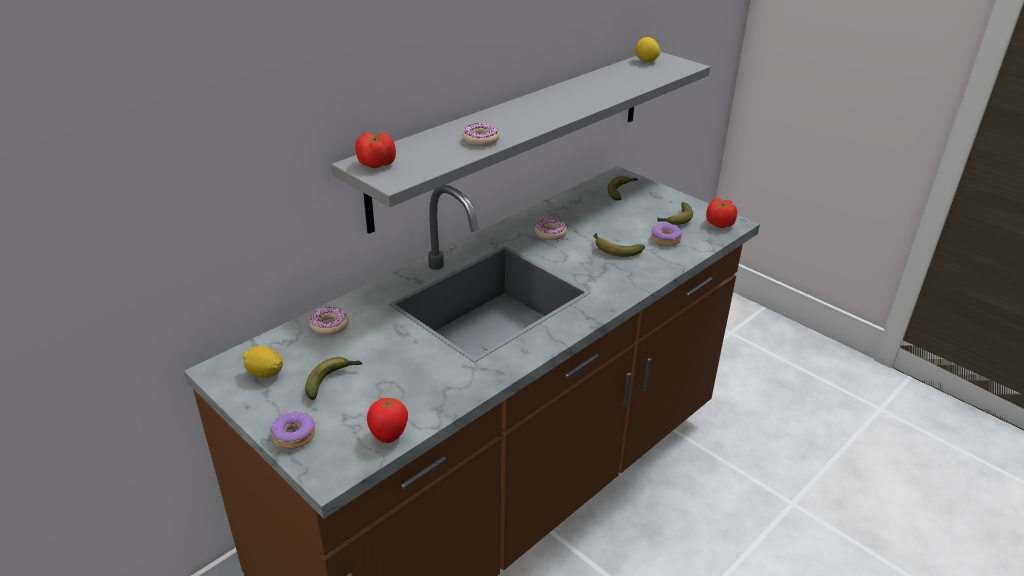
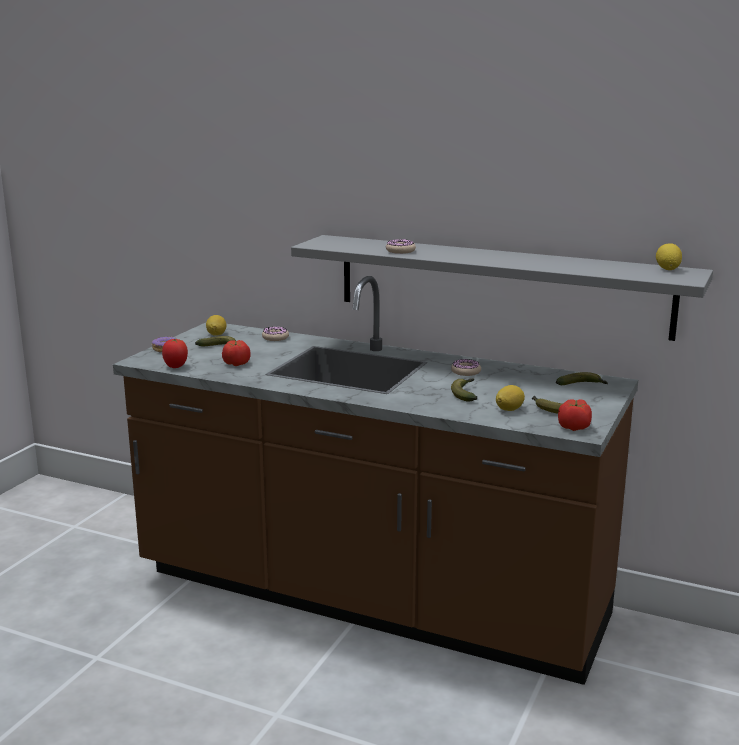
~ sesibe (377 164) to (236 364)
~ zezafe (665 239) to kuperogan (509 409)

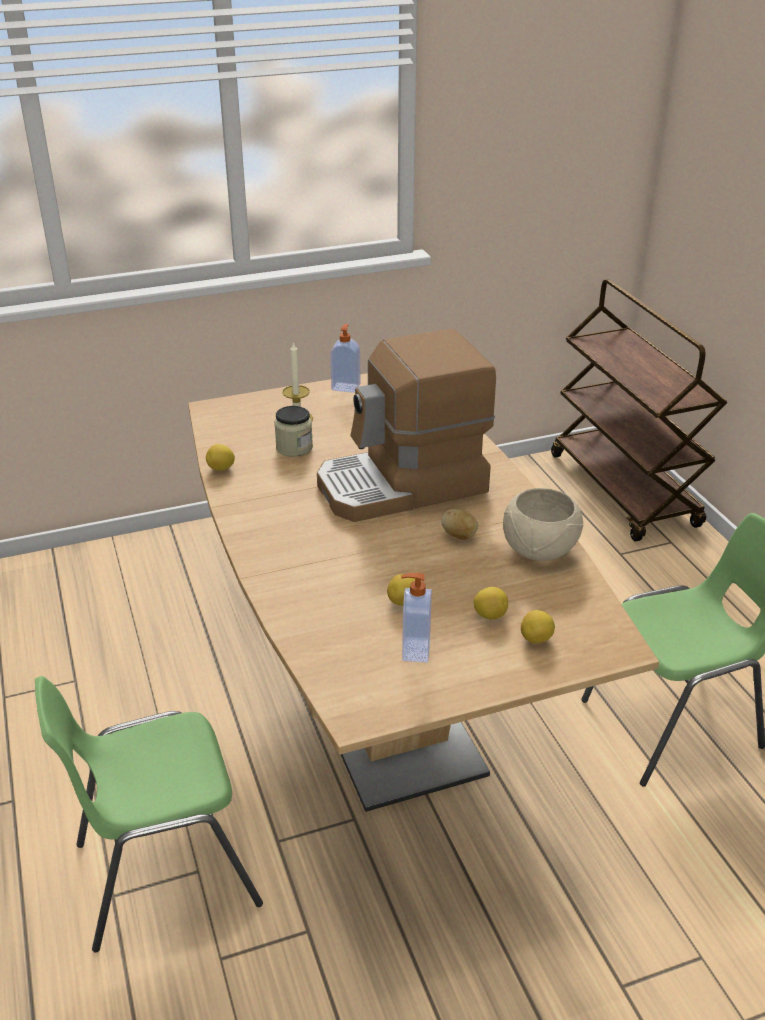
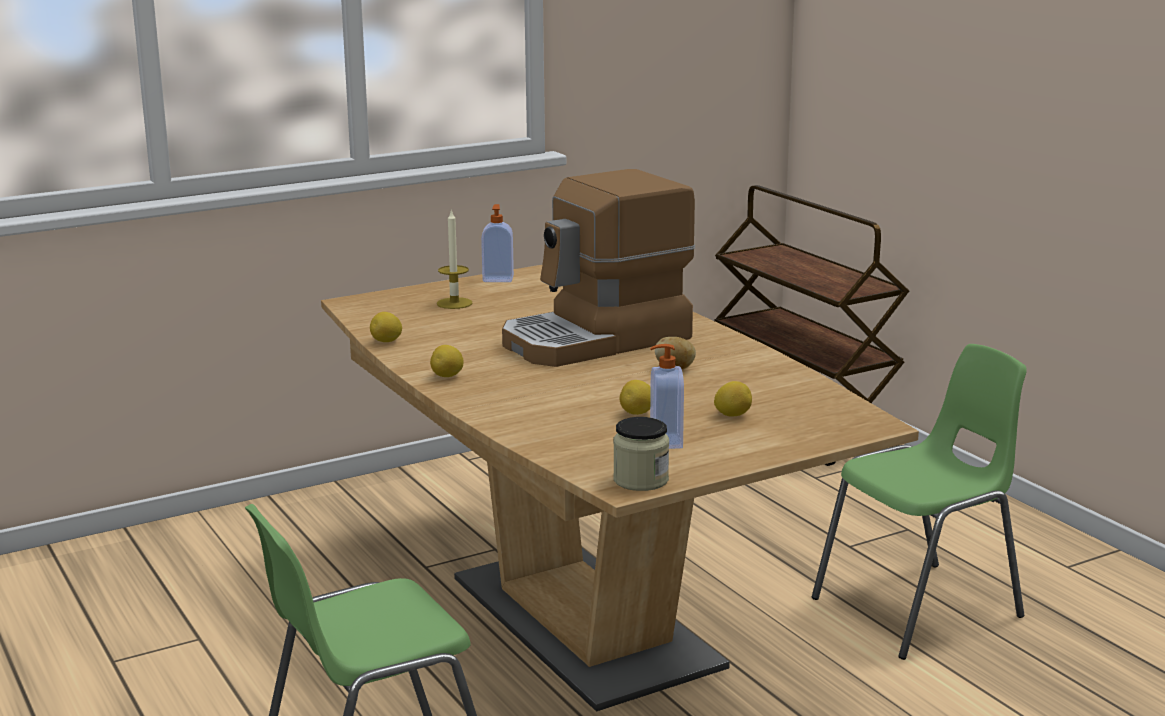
~ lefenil (294 447) to (640 480)
- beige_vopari (538 550)
~ kuperogan (536 639) to (447 376)

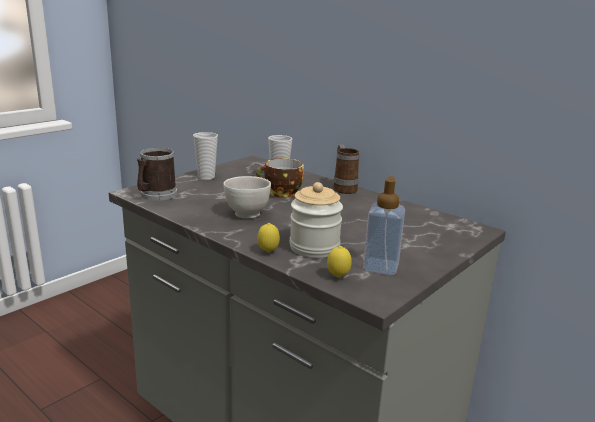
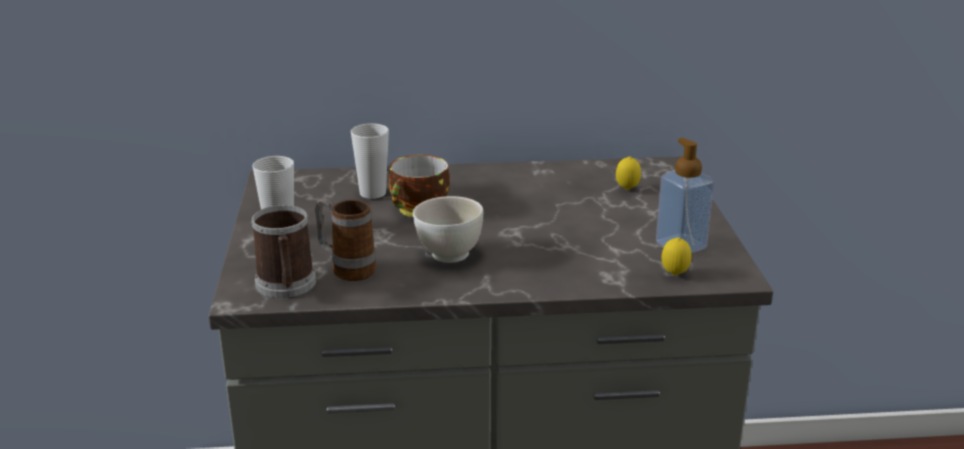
~ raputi (343 188) to (347 269)
- lefenil (314 247)
~ kuperogan (268 252) to (627 190)

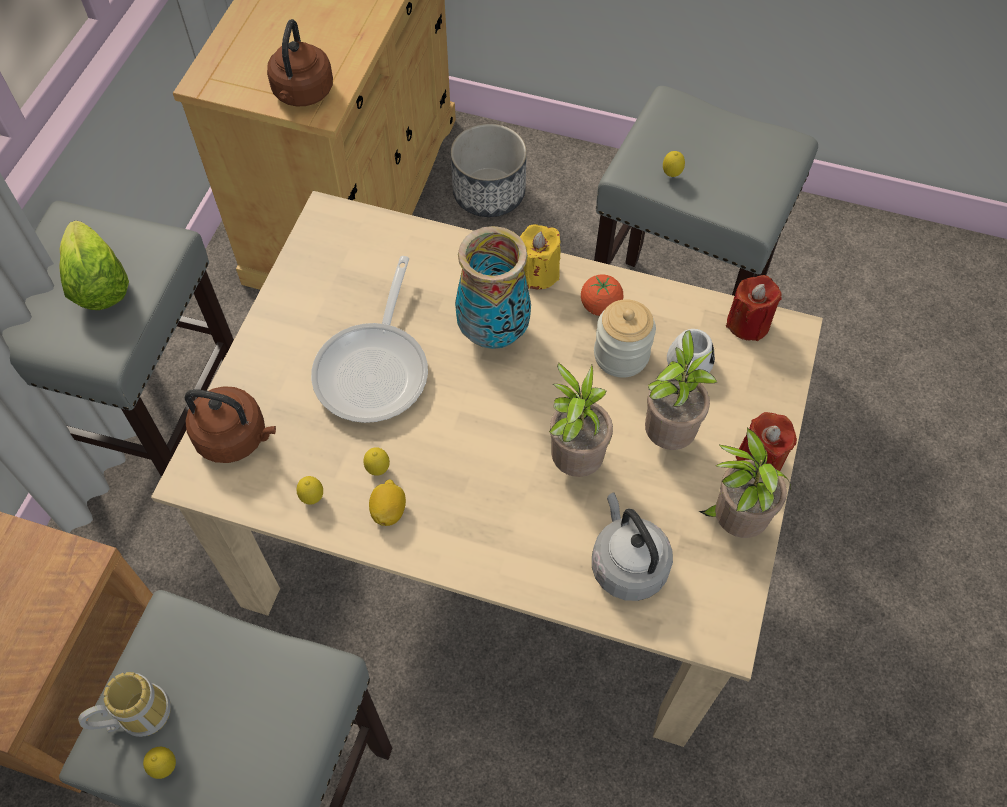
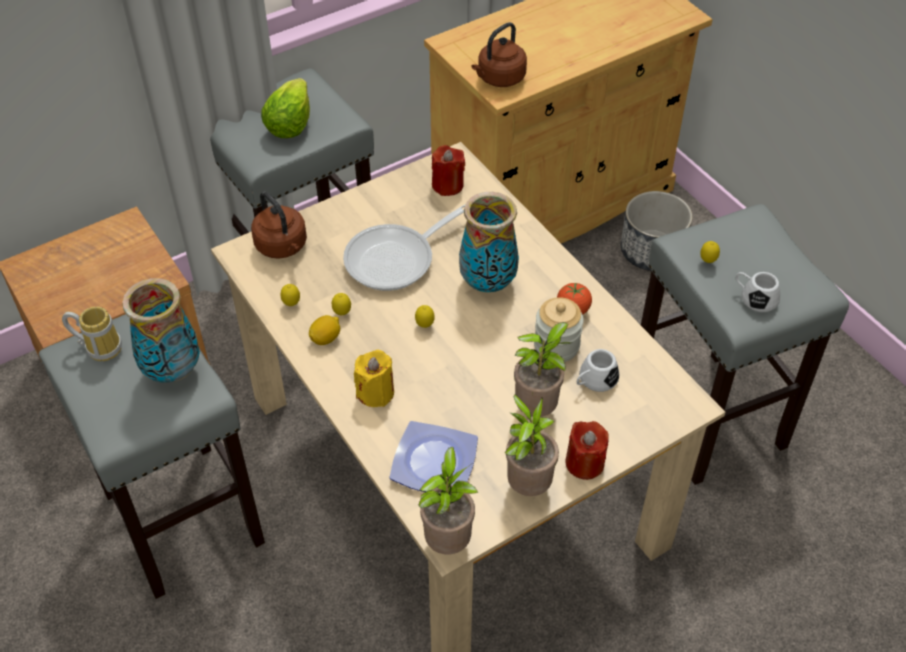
~ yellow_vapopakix (538 273) to (375 392)
~ red_vapopakix (748 323) to (447 185)
~ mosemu (574 460) to (448 541)
~ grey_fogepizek (626 564) to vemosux (433 461)
~ kuperogan (165 767) to (425 325)
+ white_raputi (754 297)
+ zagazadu (173 371)

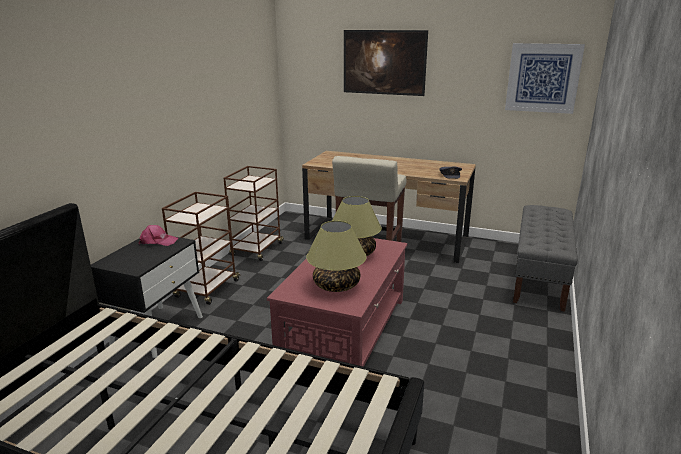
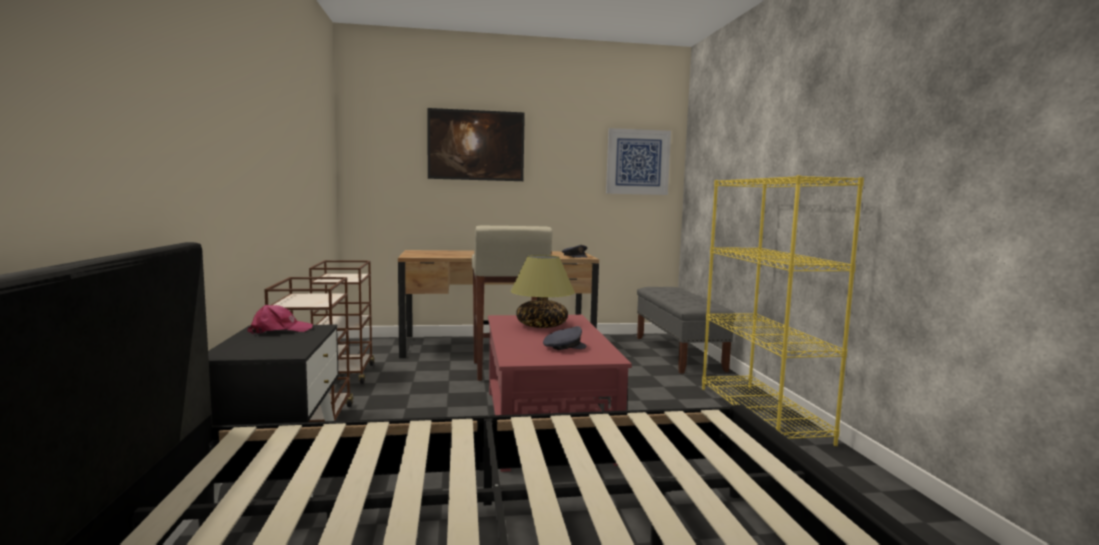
~ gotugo (336 285) to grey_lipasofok (563 347)
+ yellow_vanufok (762 414)

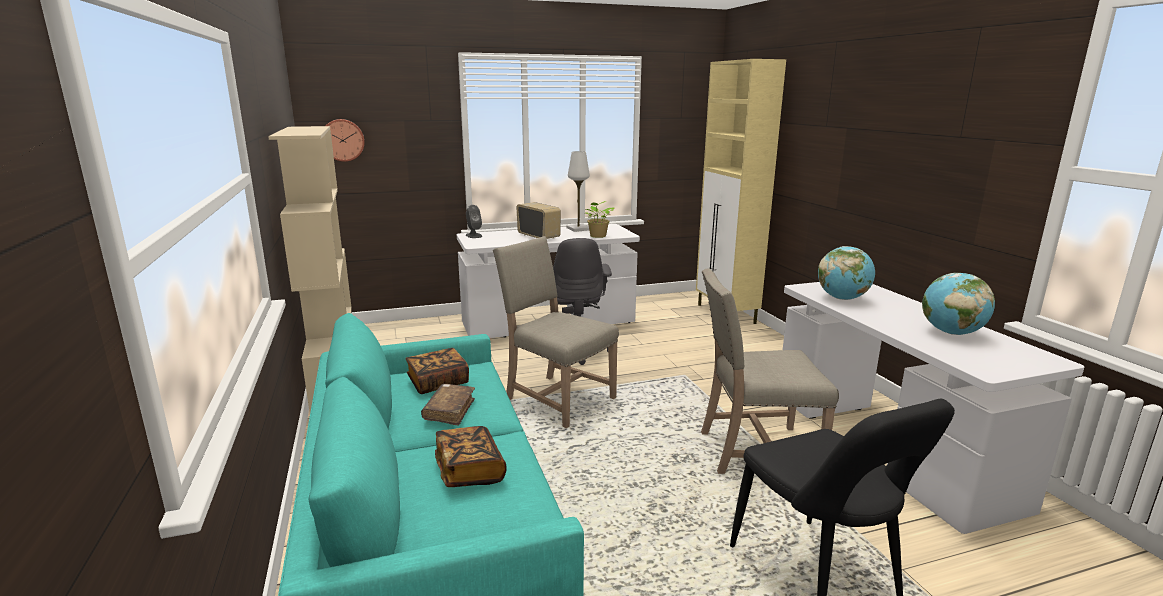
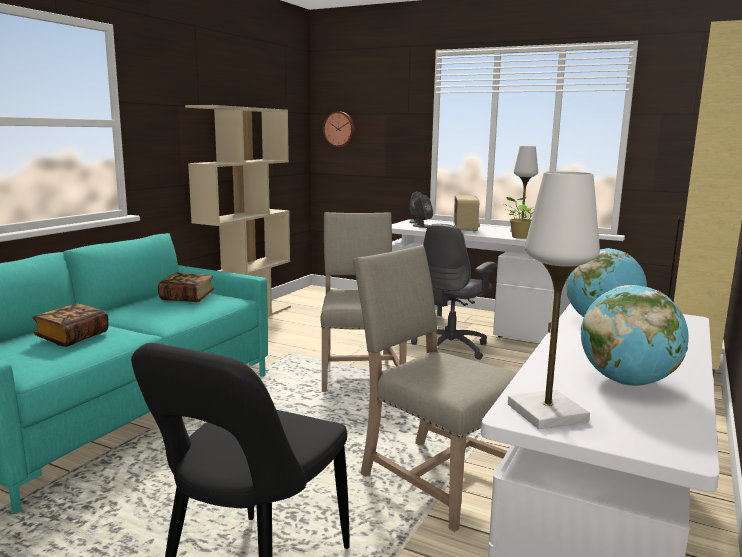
- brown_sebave (449 411)
+ white_gotugo (546 412)
+ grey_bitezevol (422 226)

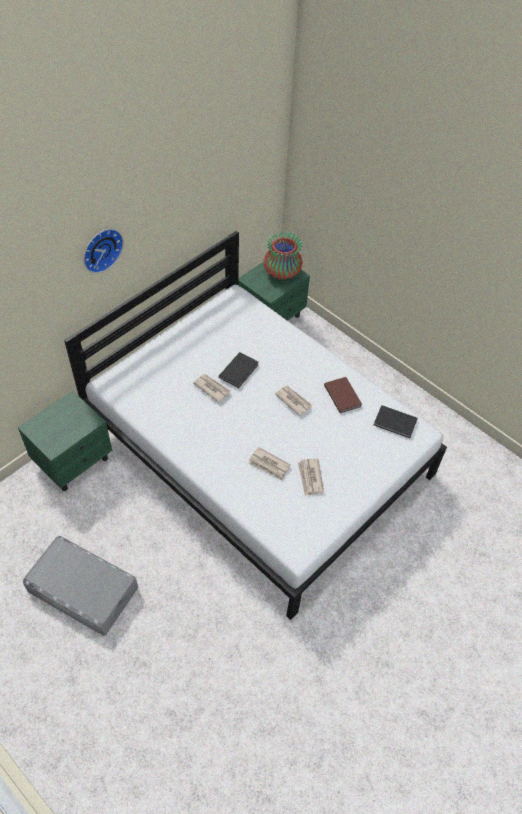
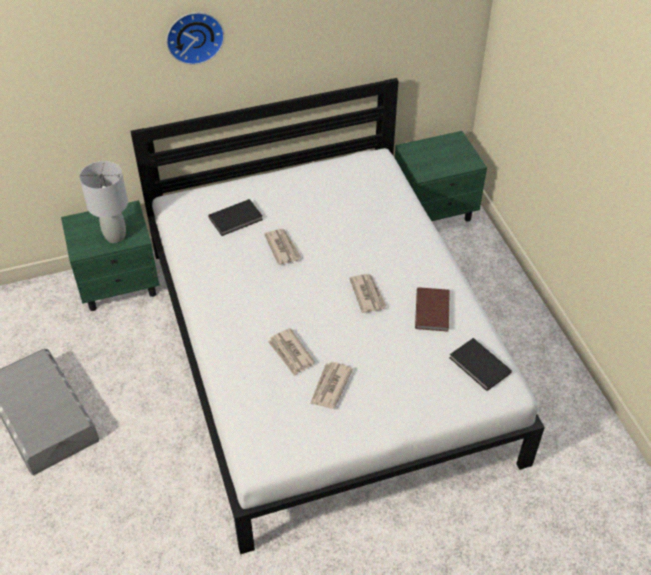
- zagazadu (282 272)
~ black_sebave (240 371) to (237 219)
+ grey_gotugo (115 236)

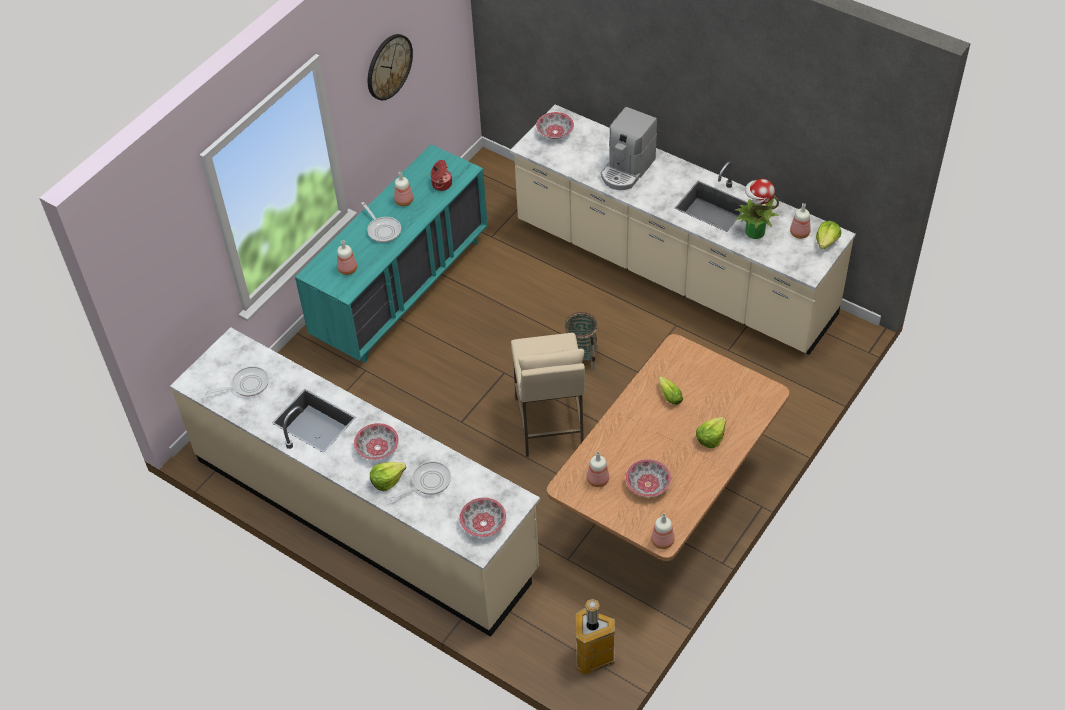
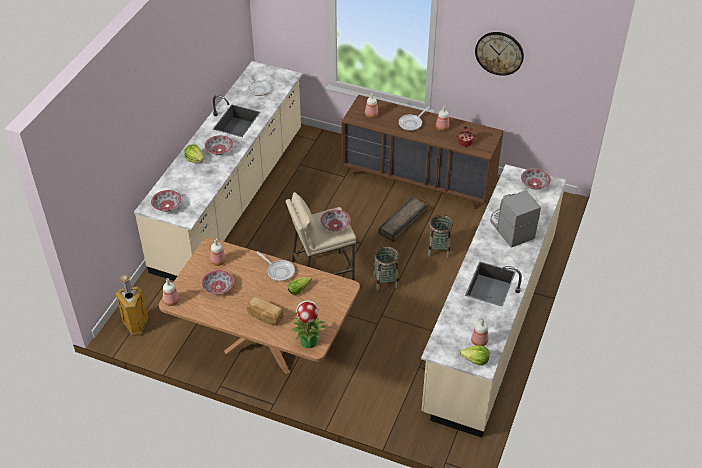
~ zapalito (627 169) = (510 229) 45 degrees clockwise
~ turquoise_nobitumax (402 289) to brown_nobitumax (419 179)
~ mosemu (754 232) to (308 341)
~ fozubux (710 438) to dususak (265 316)
~ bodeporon (428 482) to (279 271)
+ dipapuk (402 221)
+ vopari (335 225)
+ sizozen (439 249)

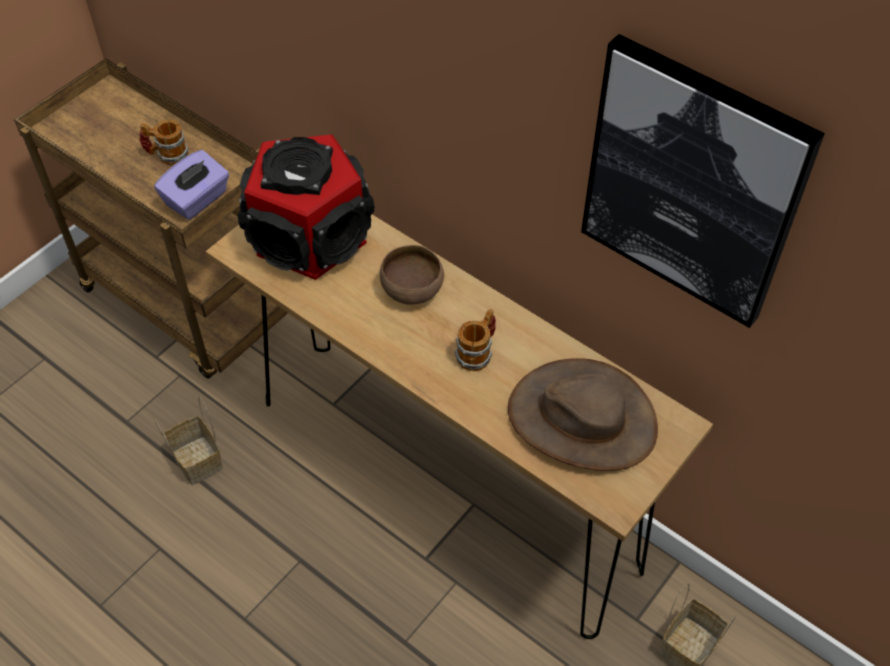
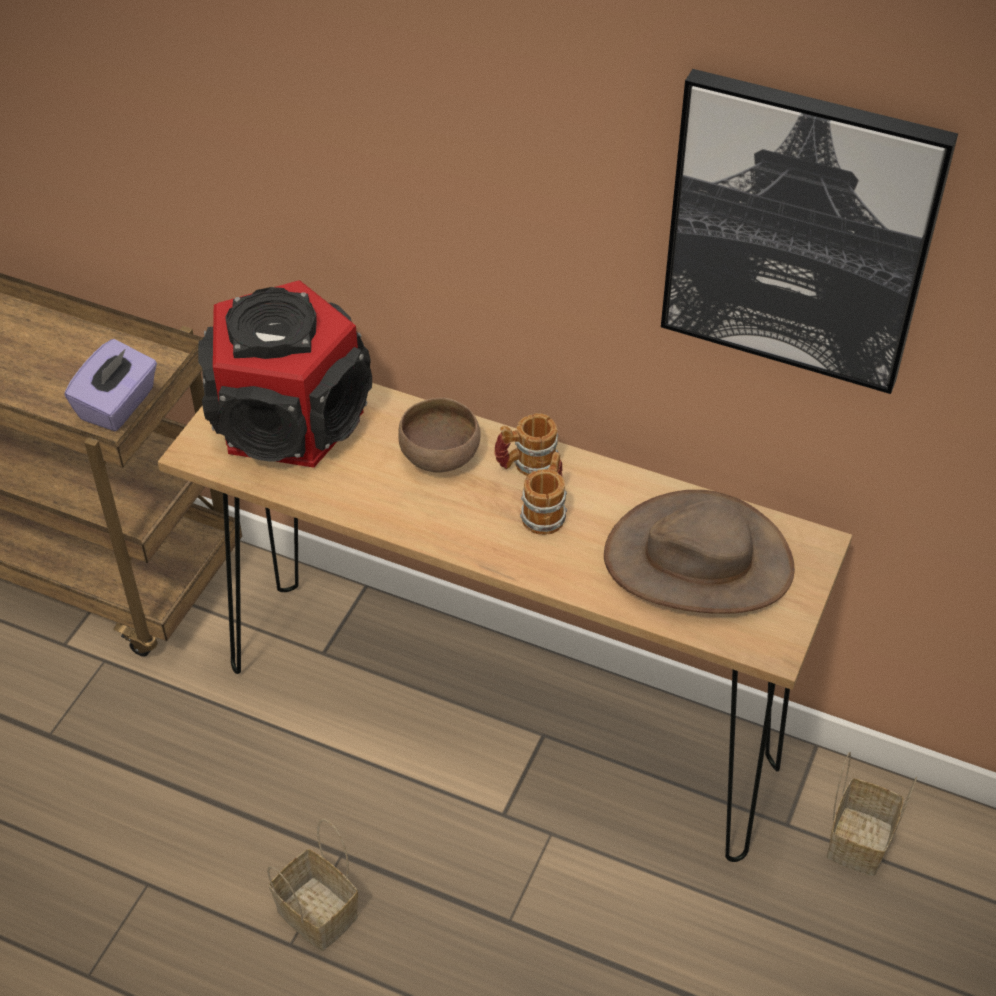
~ raputi (167 155) to (526 465)
~ sizozen (196 459) to (314 913)

